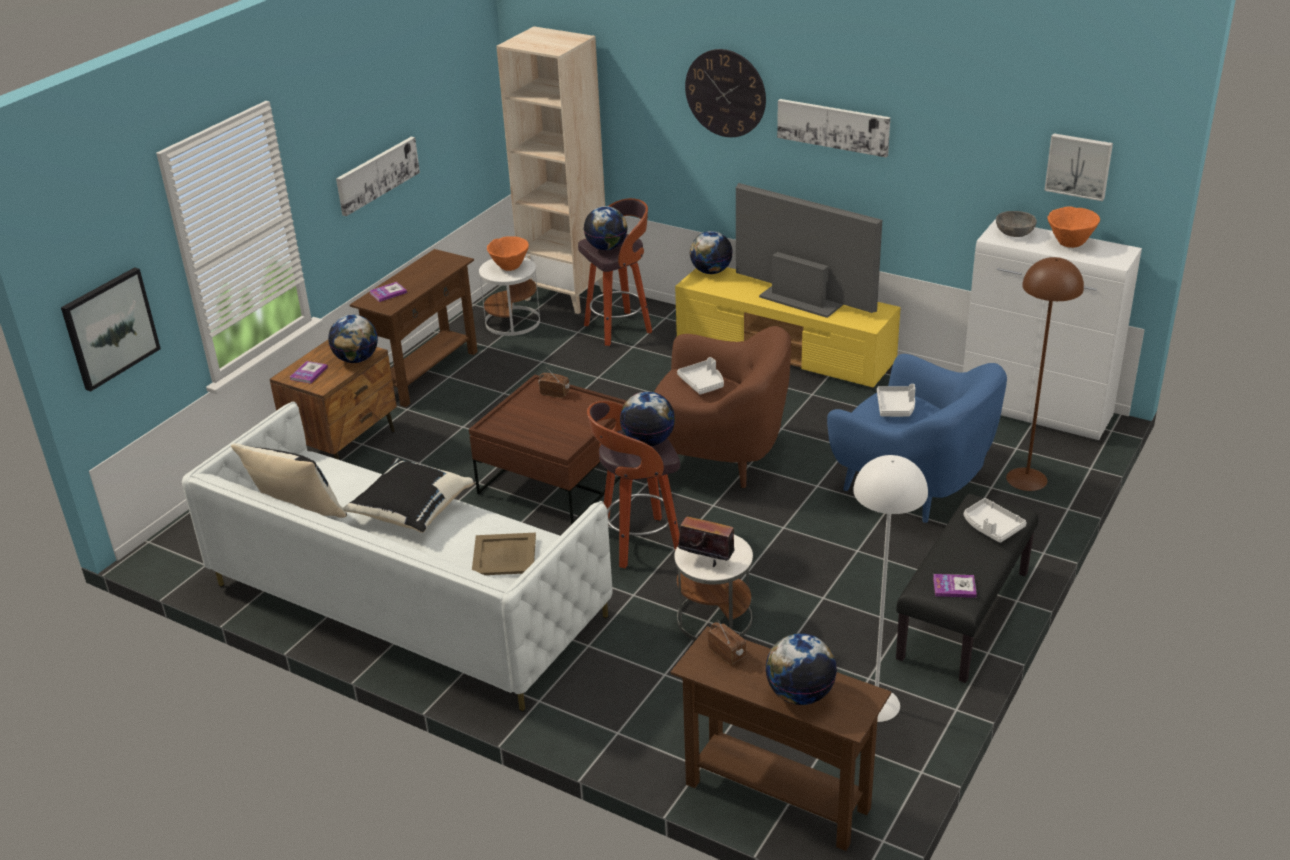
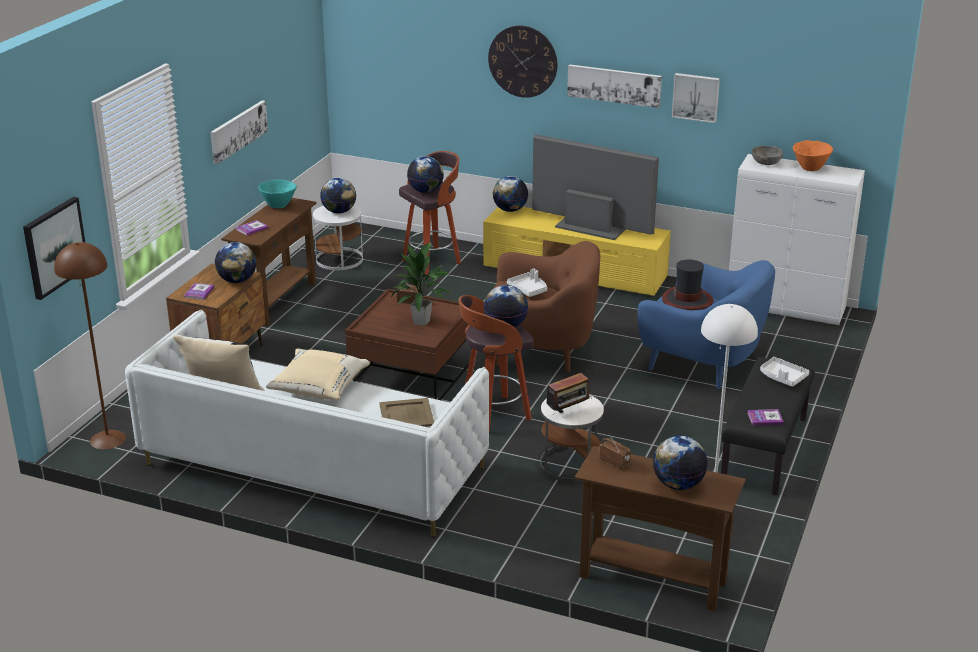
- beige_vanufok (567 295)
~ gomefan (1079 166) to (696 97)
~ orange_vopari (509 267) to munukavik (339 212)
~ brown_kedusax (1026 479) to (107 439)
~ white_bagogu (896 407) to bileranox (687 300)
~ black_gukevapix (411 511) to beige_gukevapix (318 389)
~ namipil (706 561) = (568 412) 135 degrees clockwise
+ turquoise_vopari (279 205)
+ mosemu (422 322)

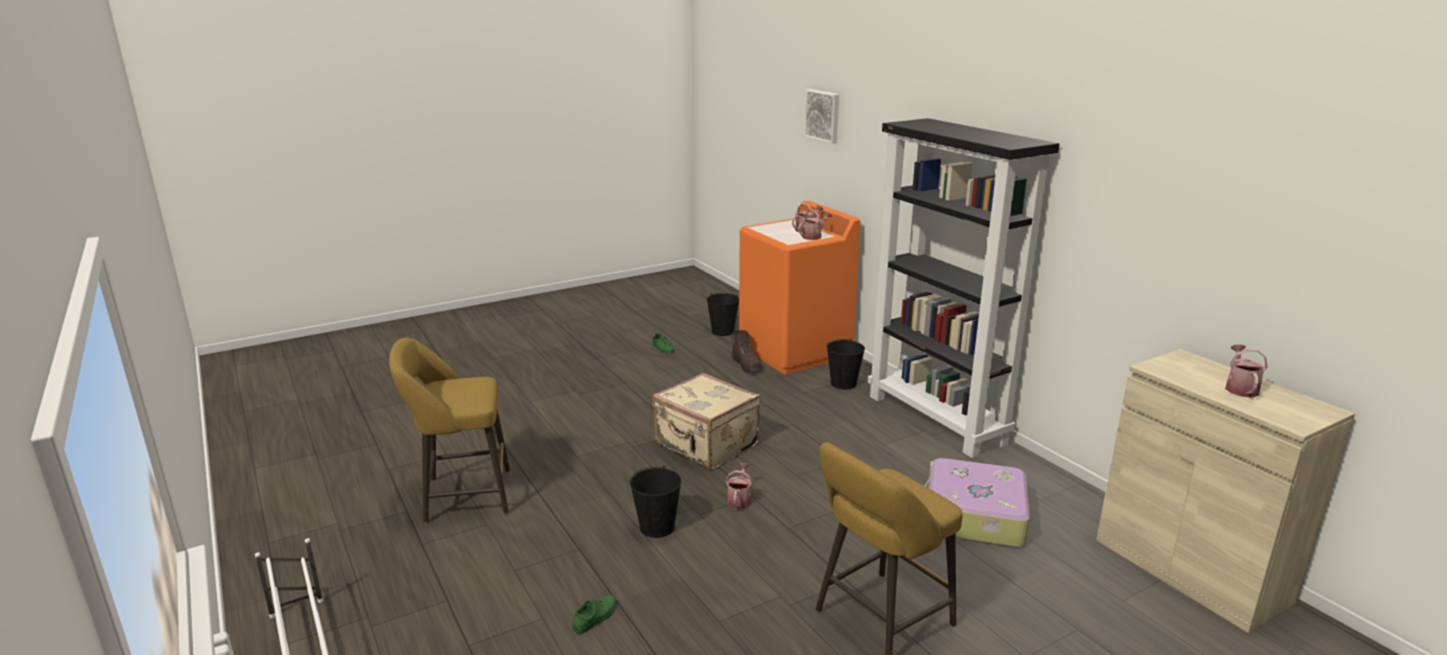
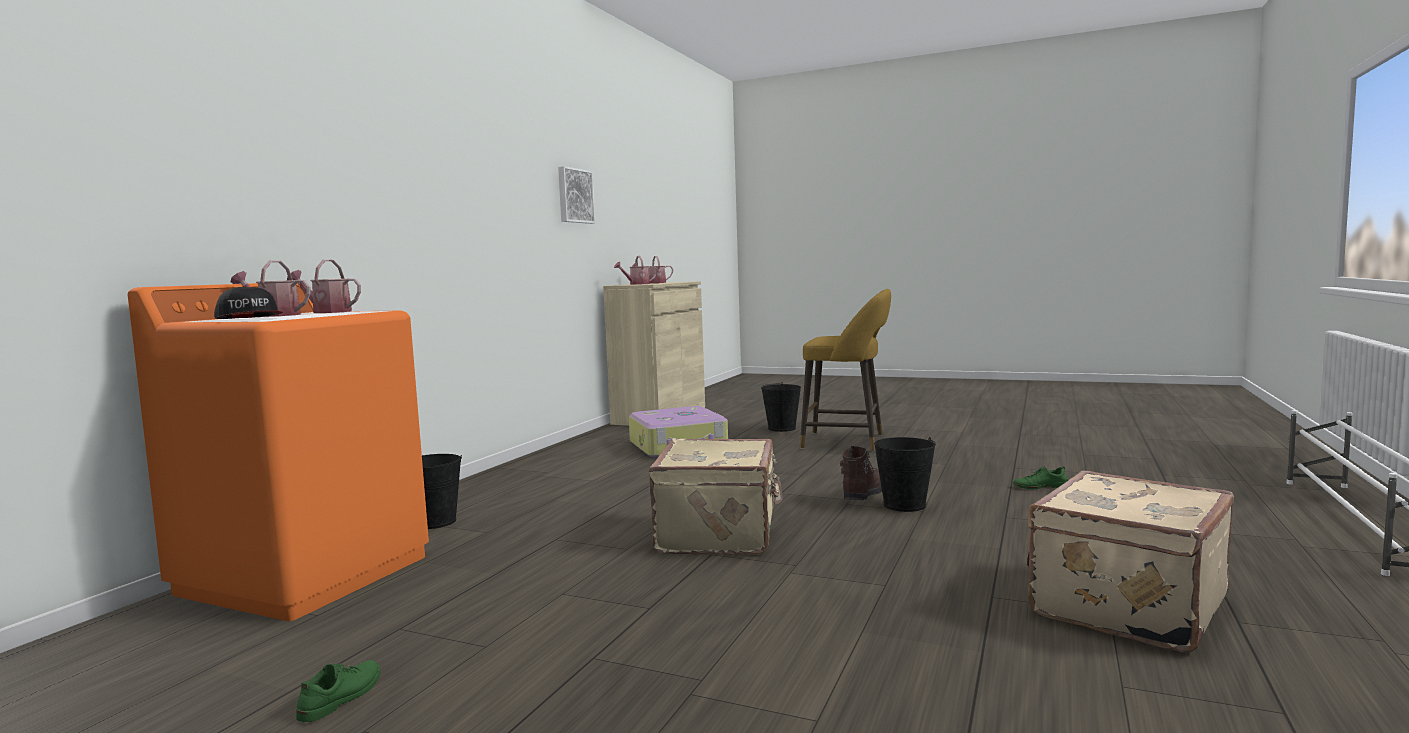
~ gomefan (823 115) to (574 196)
- black_vanufok (937 419)
~ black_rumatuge (723 331) to (782 428)
~ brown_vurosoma (746 365) to (862 495)
~ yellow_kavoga (462 496) to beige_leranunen (1123 605)
~ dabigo (739 499) to (636 284)
+ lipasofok (249 319)

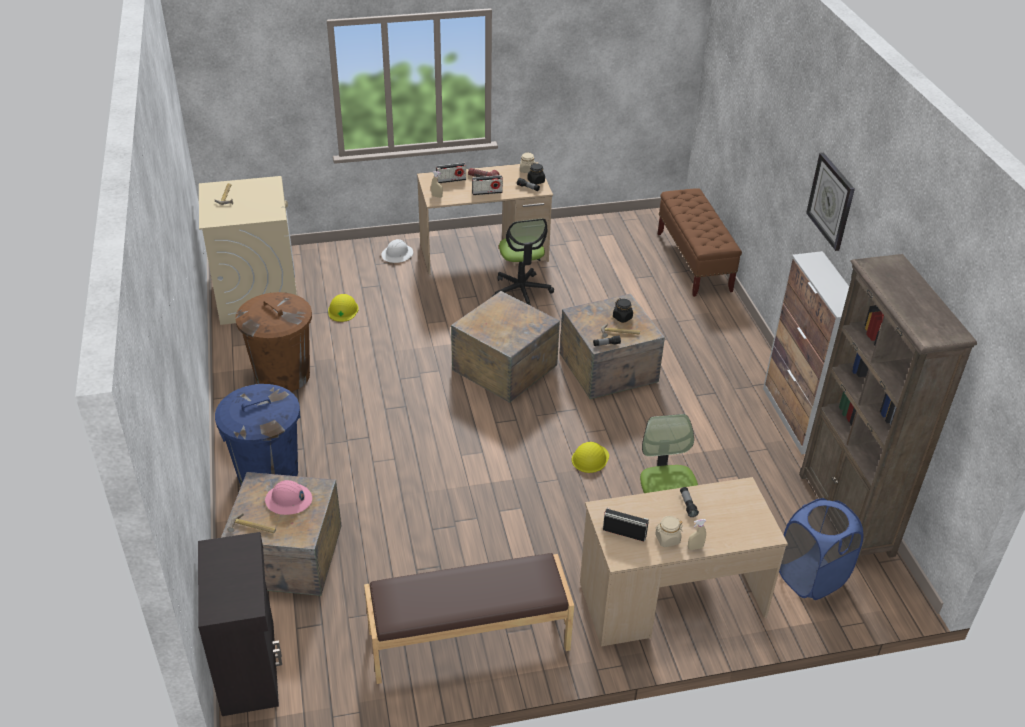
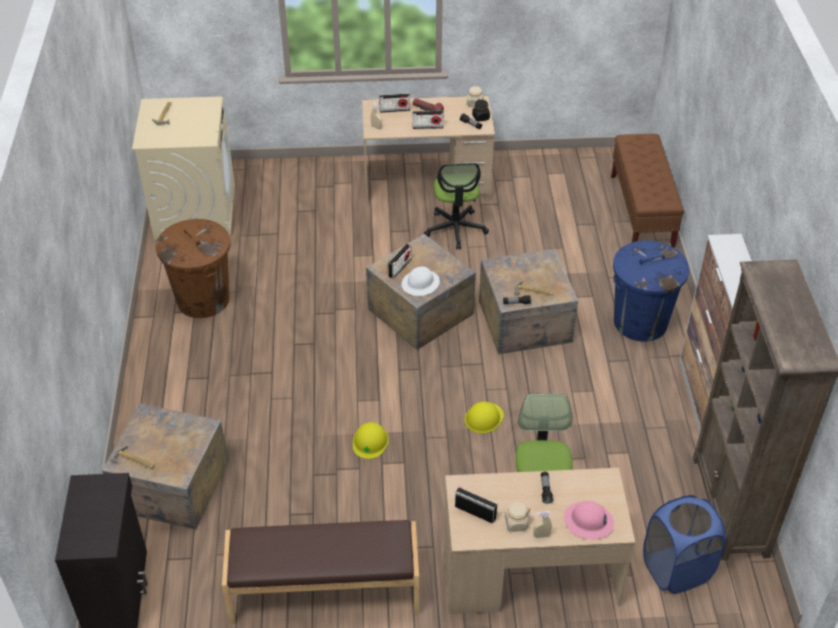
- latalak (831 201)
~ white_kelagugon (397 254) to (420 284)
~ yellow_kelagugon (343 310) to (370 441)
- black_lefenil (622 317)
~ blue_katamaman (267 474) to (640 322)
~ pink_kelagugon (288 500) to (588 521)
+ namipil (399 268)

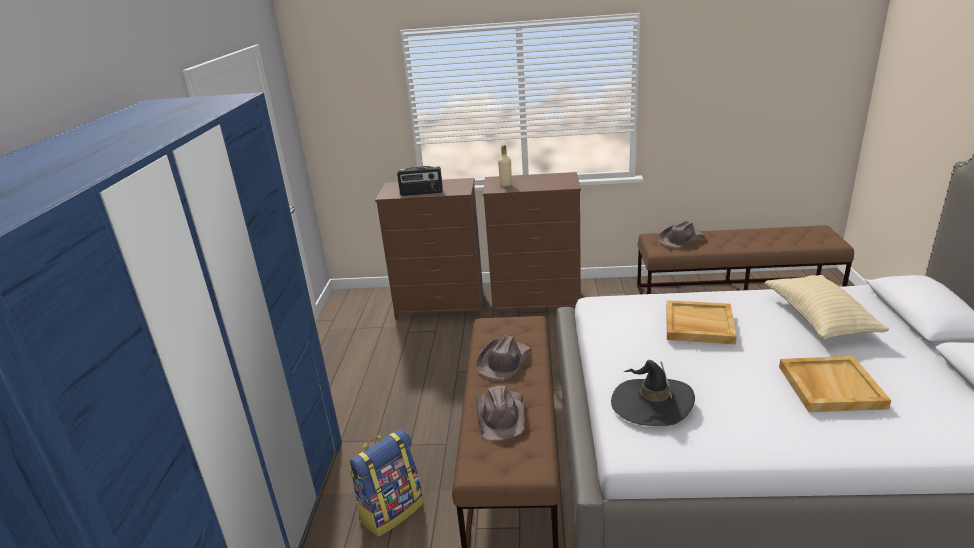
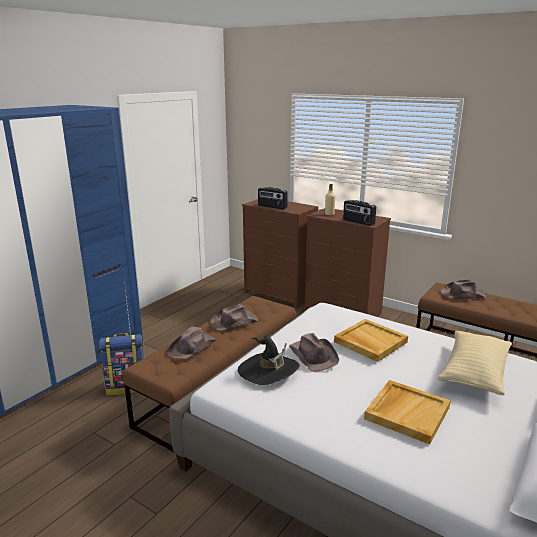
+ namipil (358 222)
+ brown_bileranox (313 355)

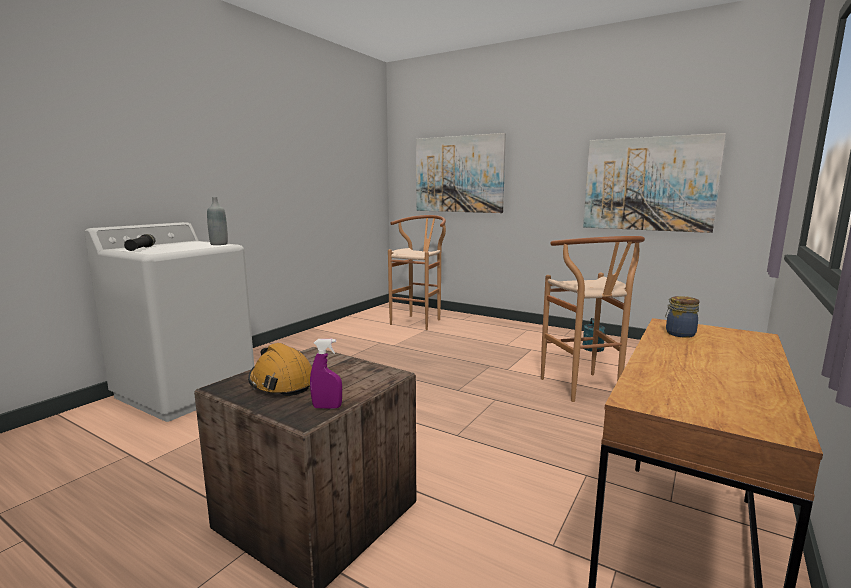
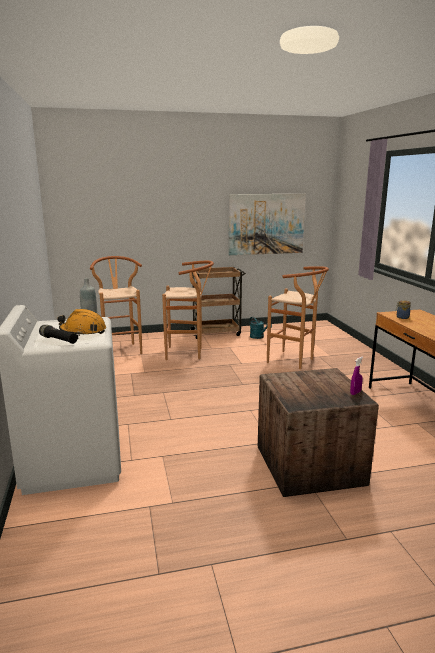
- gomefan (458 174)
~ orange_kelagugon (281 382) to (83 331)
+ brown_kavoga (188 353)
+ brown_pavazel (216 333)

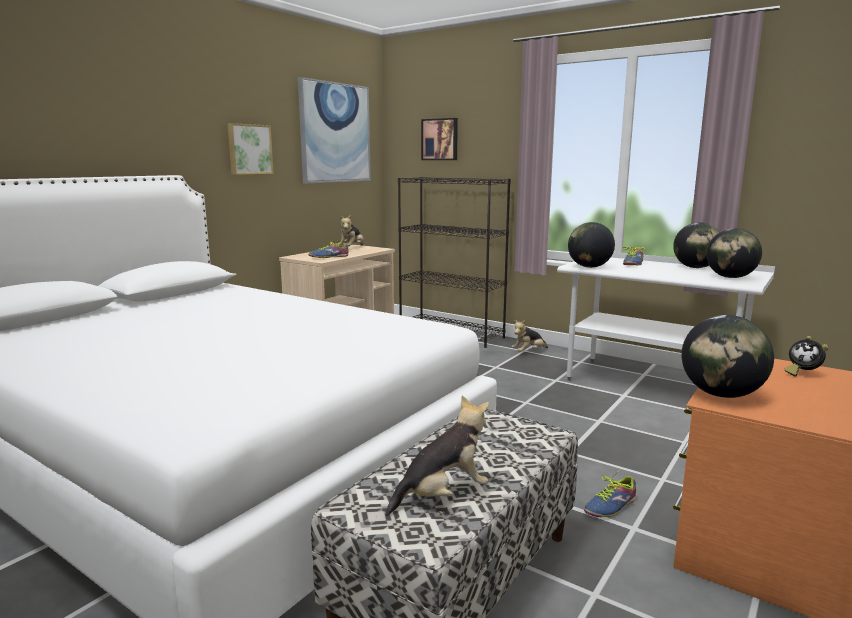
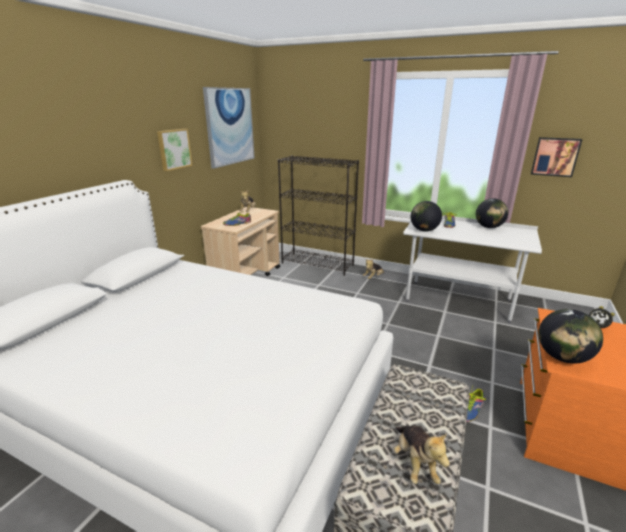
~ gomefan (440 139) to (555 156)
- munukavik (730 277)
~ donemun (442 495) = (415 463) 120 degrees clockwise

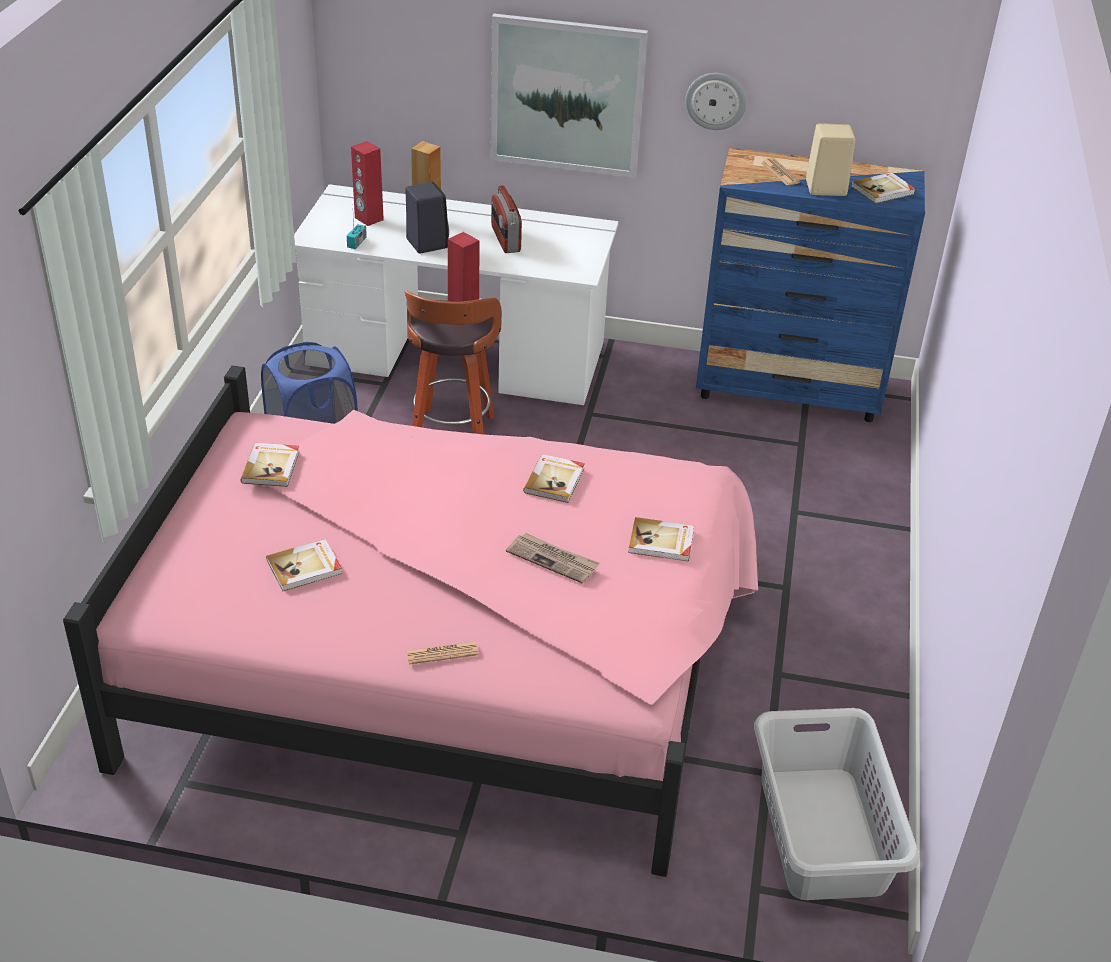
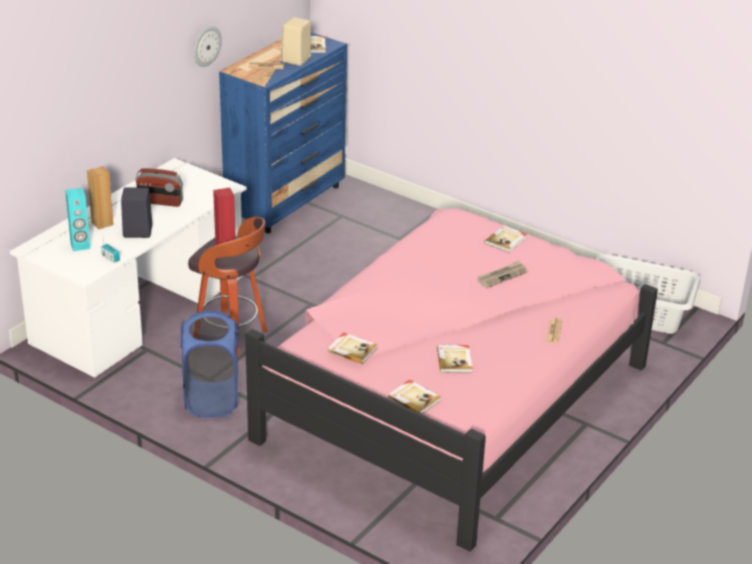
- gomefan (566 96)
~ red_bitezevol (368 219) to turquoise_bitezevol (80 246)
~ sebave (555 480) to (414 399)

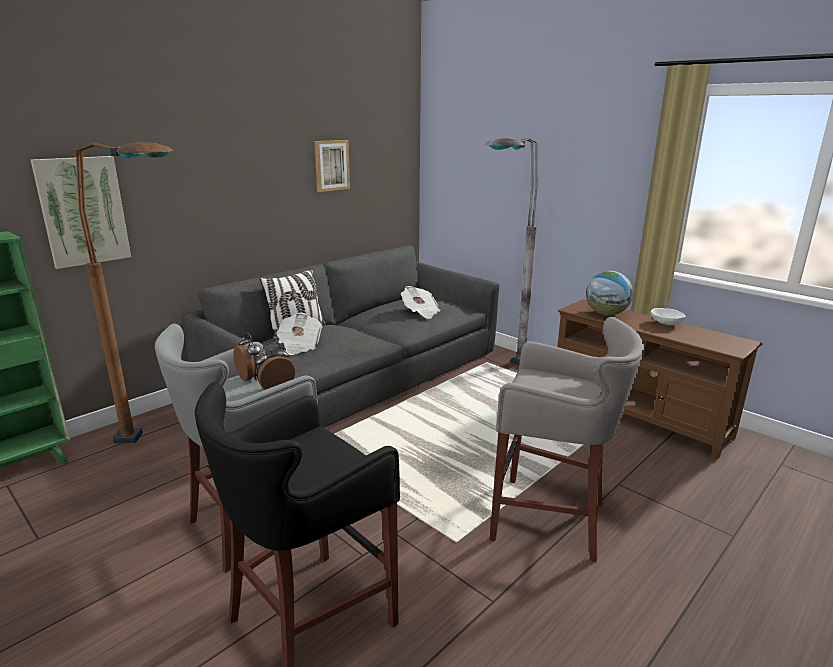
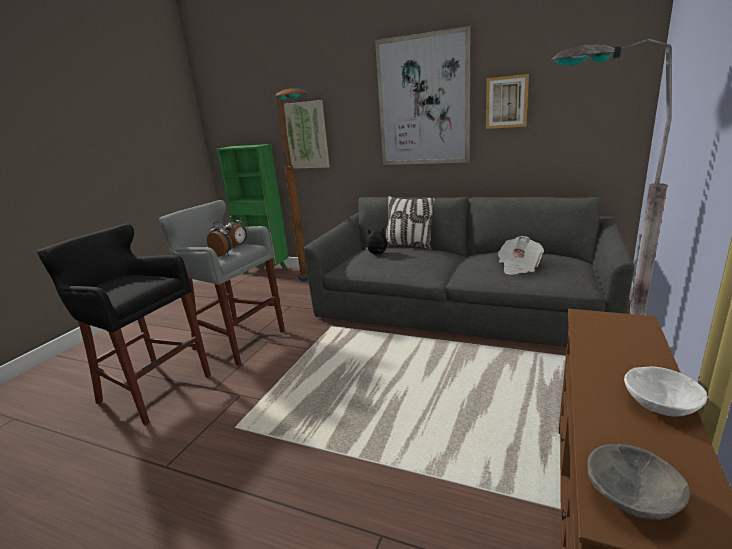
- munukavik (606 314)
~ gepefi (299 346) to donemun (377 254)
- grey_kavoga (552 520)
+ gomefan (423 101)
+ grey_vopari (630 500)

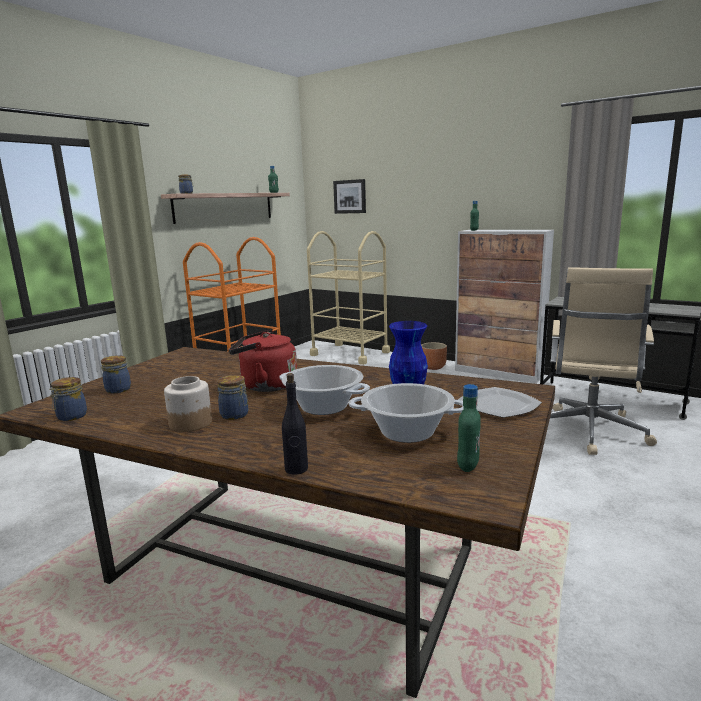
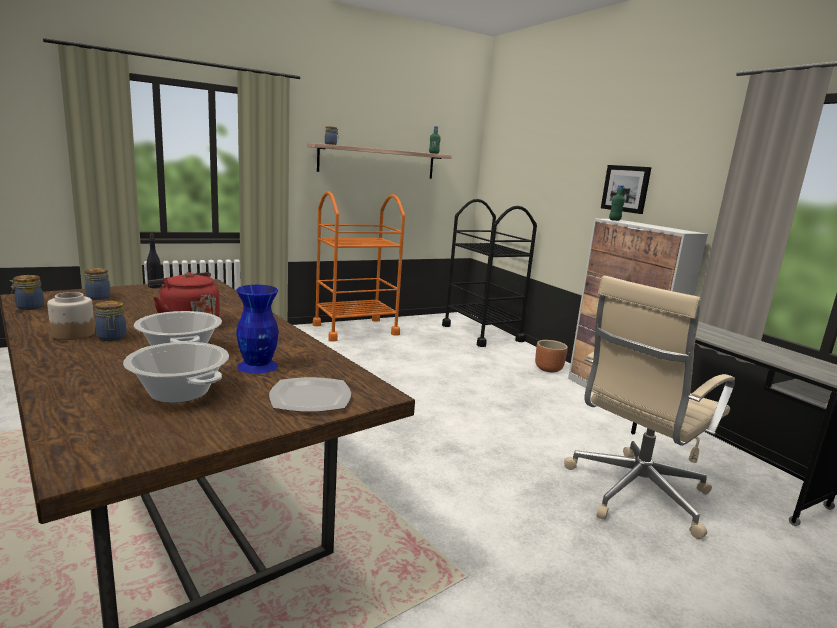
~ gomefan (350 196) to (626 188)
~ beige_pavazel (350 353) to black_pavazel (482 333)
~ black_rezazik (296 469) to (154 286)
- green_rezazik (467 466)

